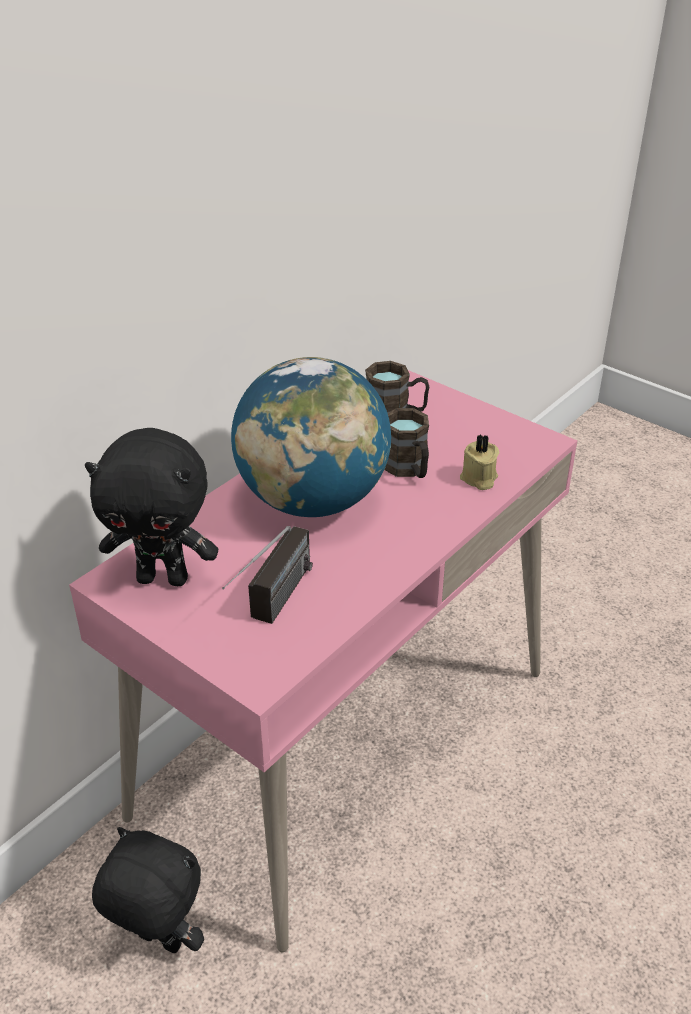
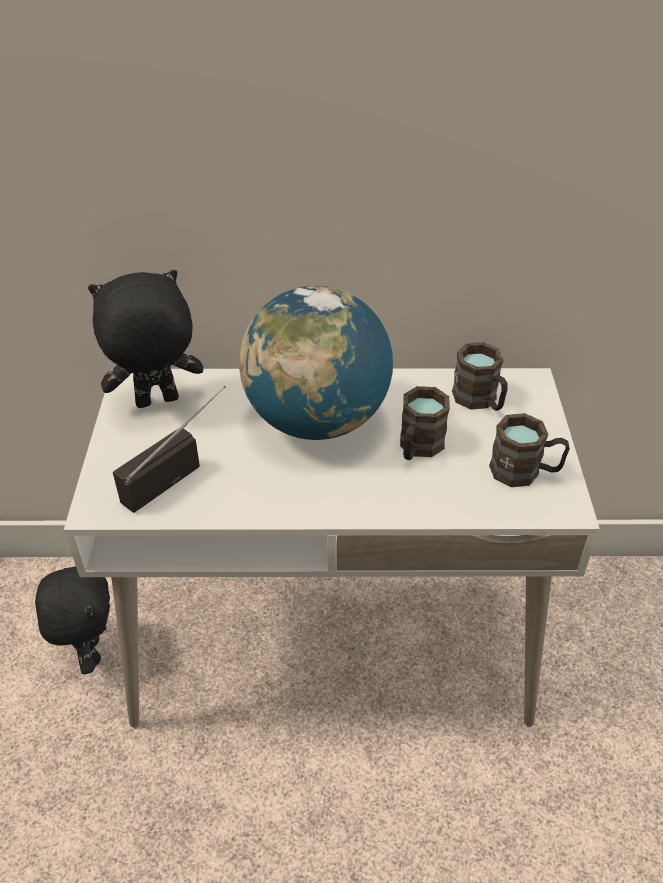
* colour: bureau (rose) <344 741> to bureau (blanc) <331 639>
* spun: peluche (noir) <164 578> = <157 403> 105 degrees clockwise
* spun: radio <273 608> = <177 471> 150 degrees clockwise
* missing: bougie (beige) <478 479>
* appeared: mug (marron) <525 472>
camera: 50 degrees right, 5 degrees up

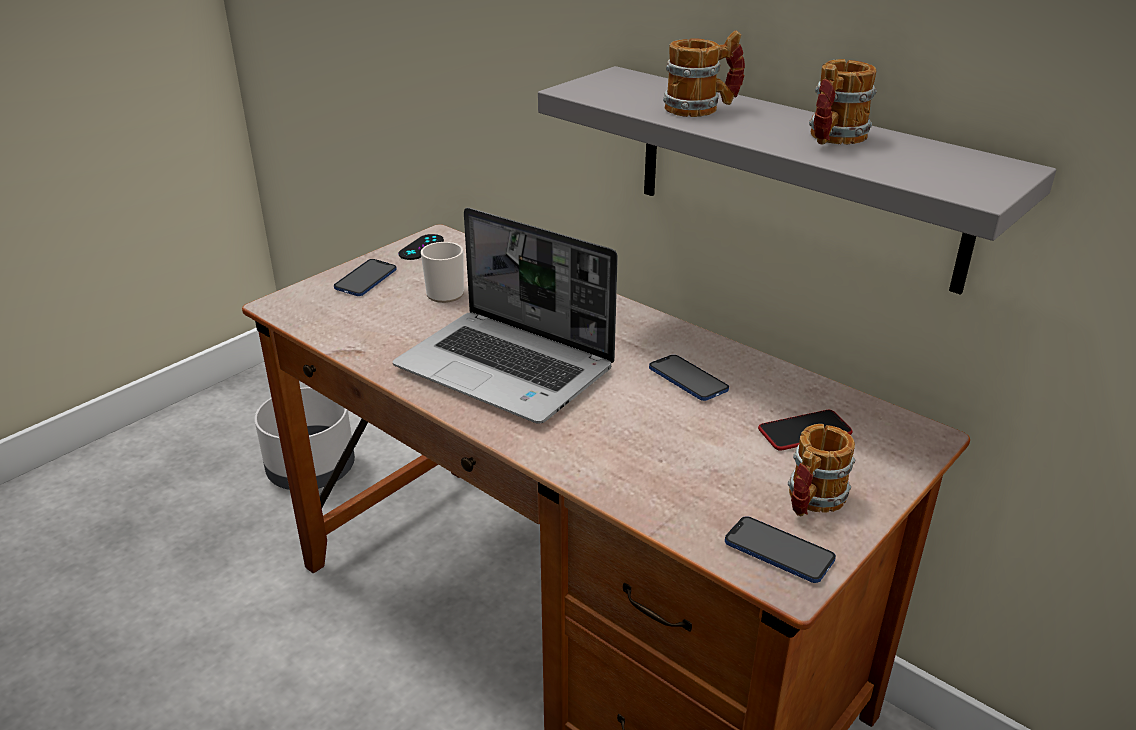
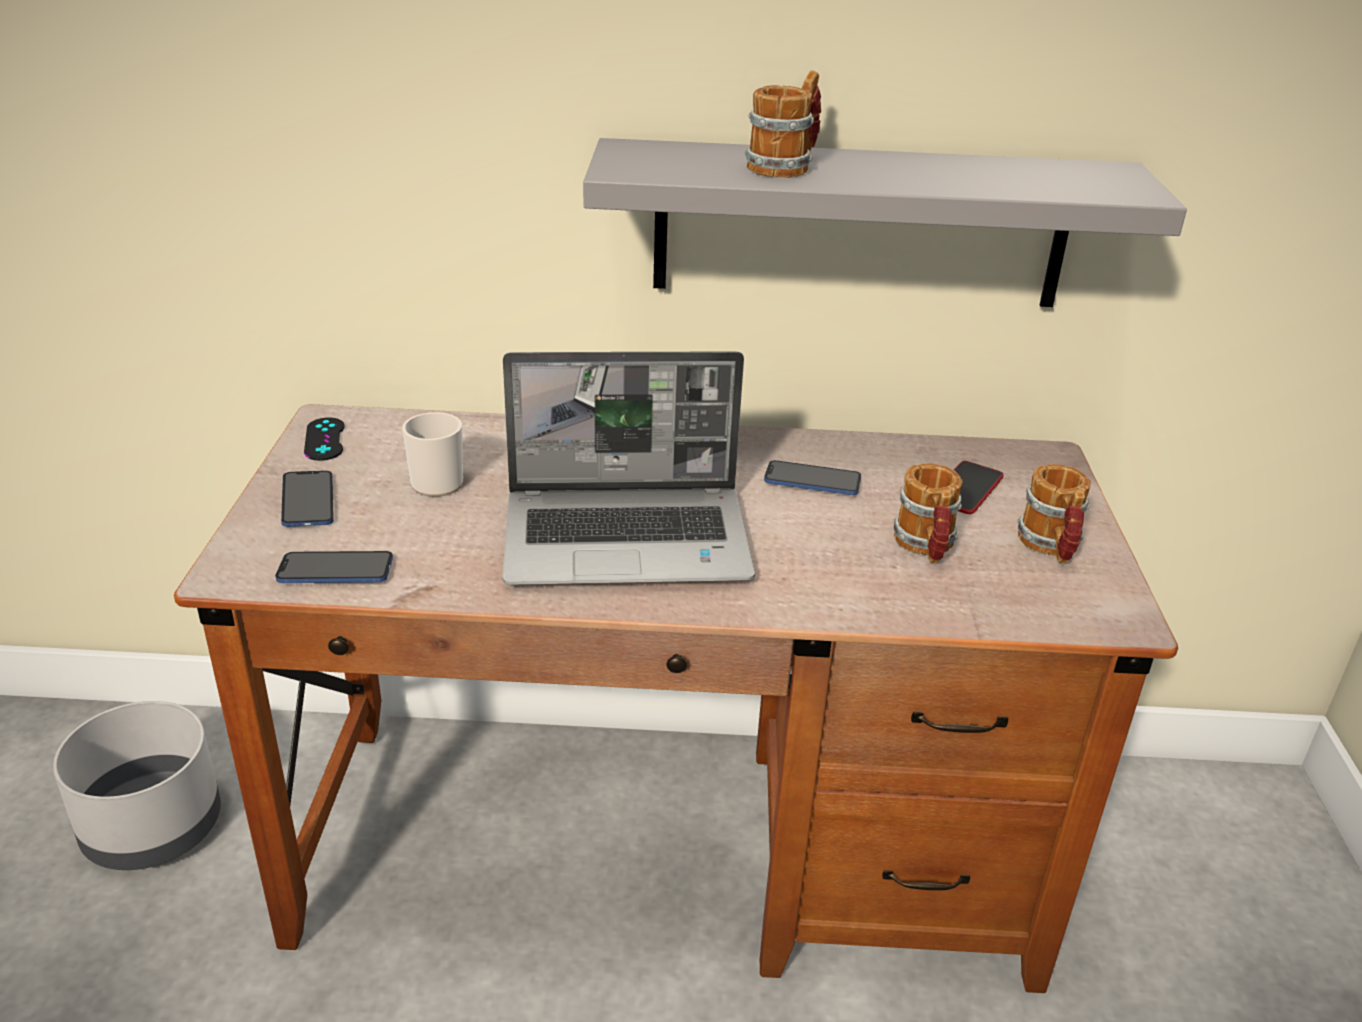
* relocated: téléphone <778 551> to <335 570>
* relocated: mug <833 139> to <926 547>
camera: 40 degrees left, 0 degrees up

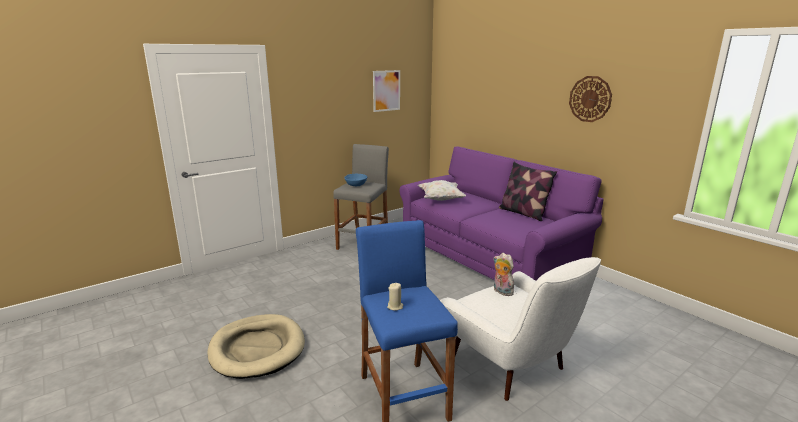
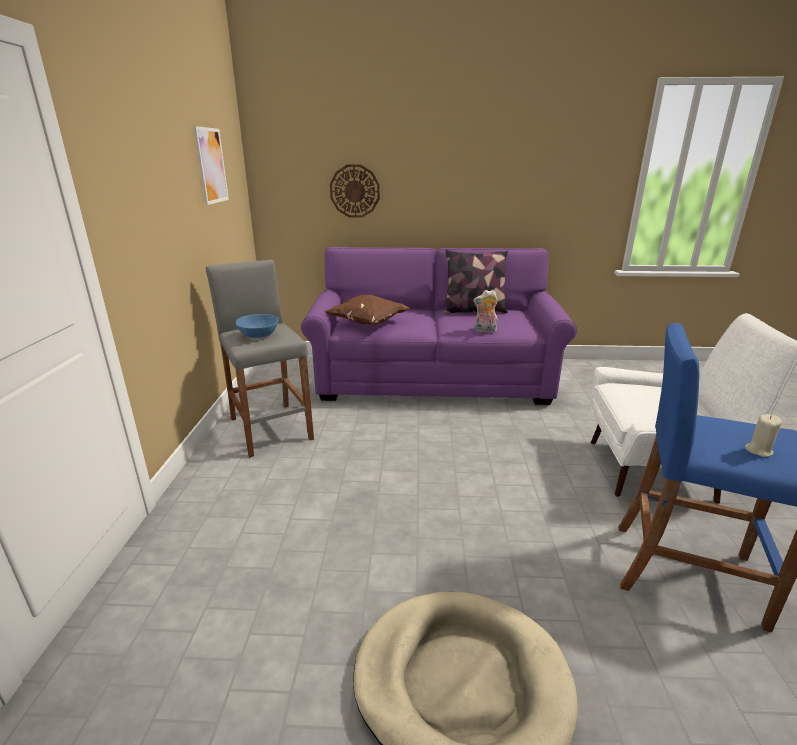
* colour: coussin (blanc) <441 200> to coussin (marron) <369 323>
* relocated: peluche <501 291> to <485 331>
* relocated: horloge murale <590 99> to <355 191>
camera: 50 degrees left, 5 degrees up

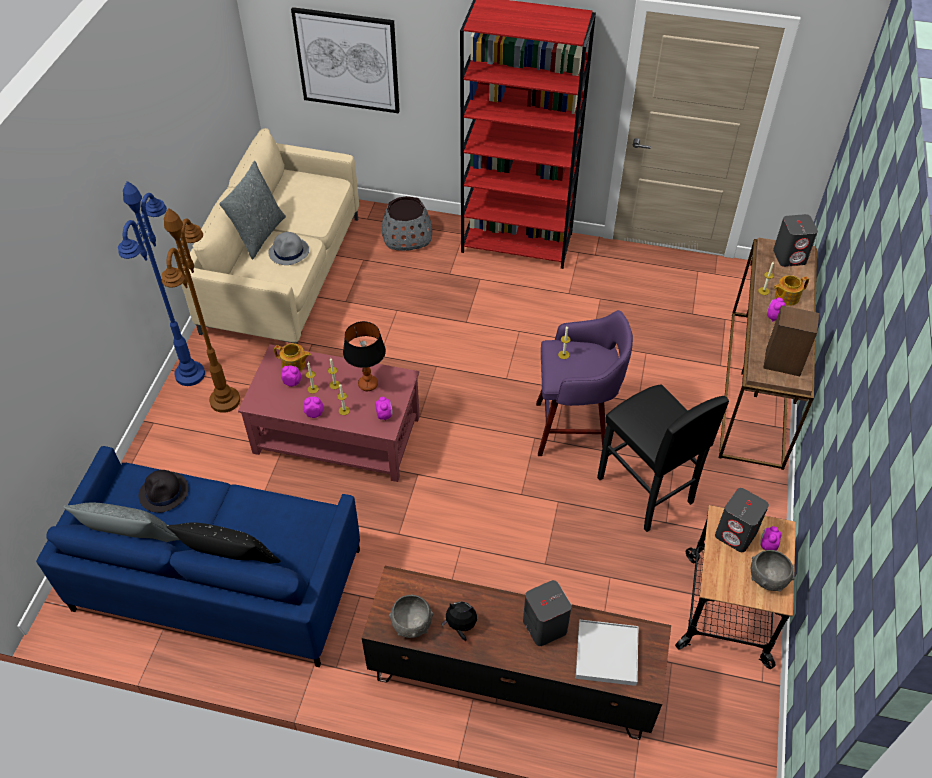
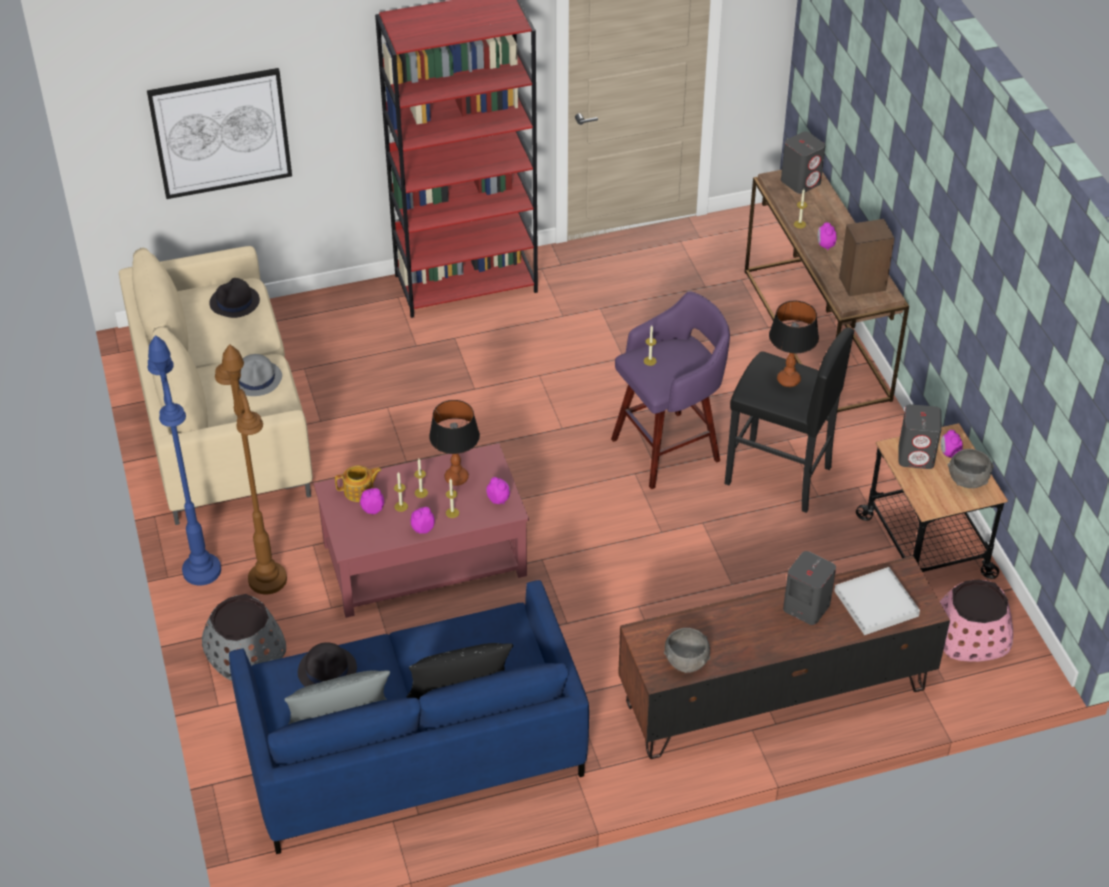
* missing: coussin (gris) <258 234>
* relocated: cache-pot (gris) <407 236> to <245 652>
* missing: peluche <460 626>
* missing: théière <786 296>
* appeared: chapeau (noir) <234 302>
* appeared: lampe de table <788 380>
* appeared: cache-pot (rose) <971 636>
camera: 30 degrees left, 5 degrees down

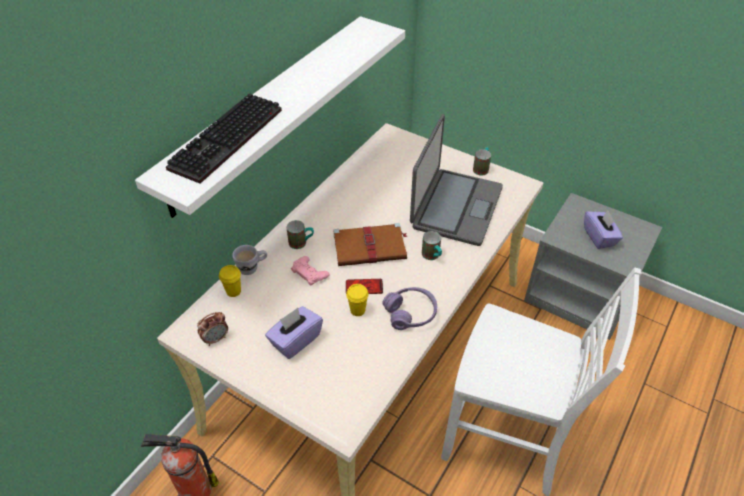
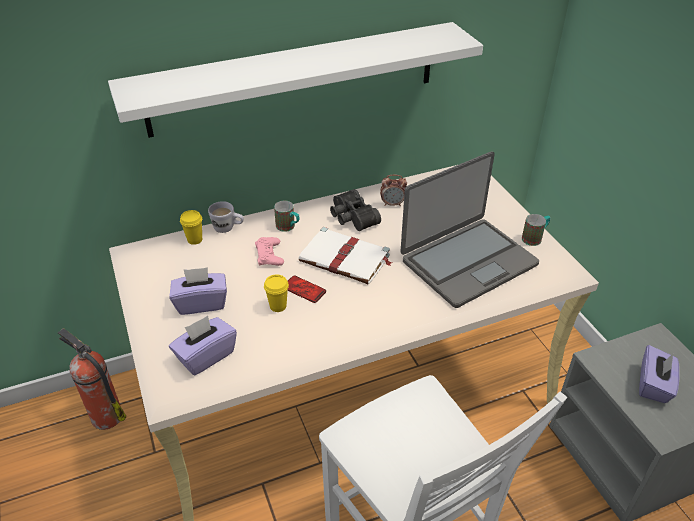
* missing: clavier <228 141>
* relocated: réveil <216 339> to <392 204>
* colour: livre (marron) <371 247> to livre (blanc) <346 259>
* missing: casque audio (violet) <410 313>
* missing: mug <432 256>
* appeared: boîte à mouchoirs (violet) <206 356>
* appeared: jumelles (noir) <351 218>
camera: 35 degrees right, 5 degrees down

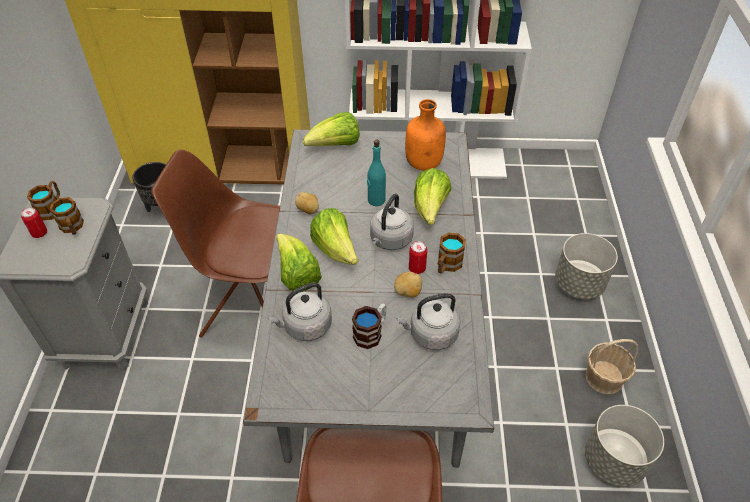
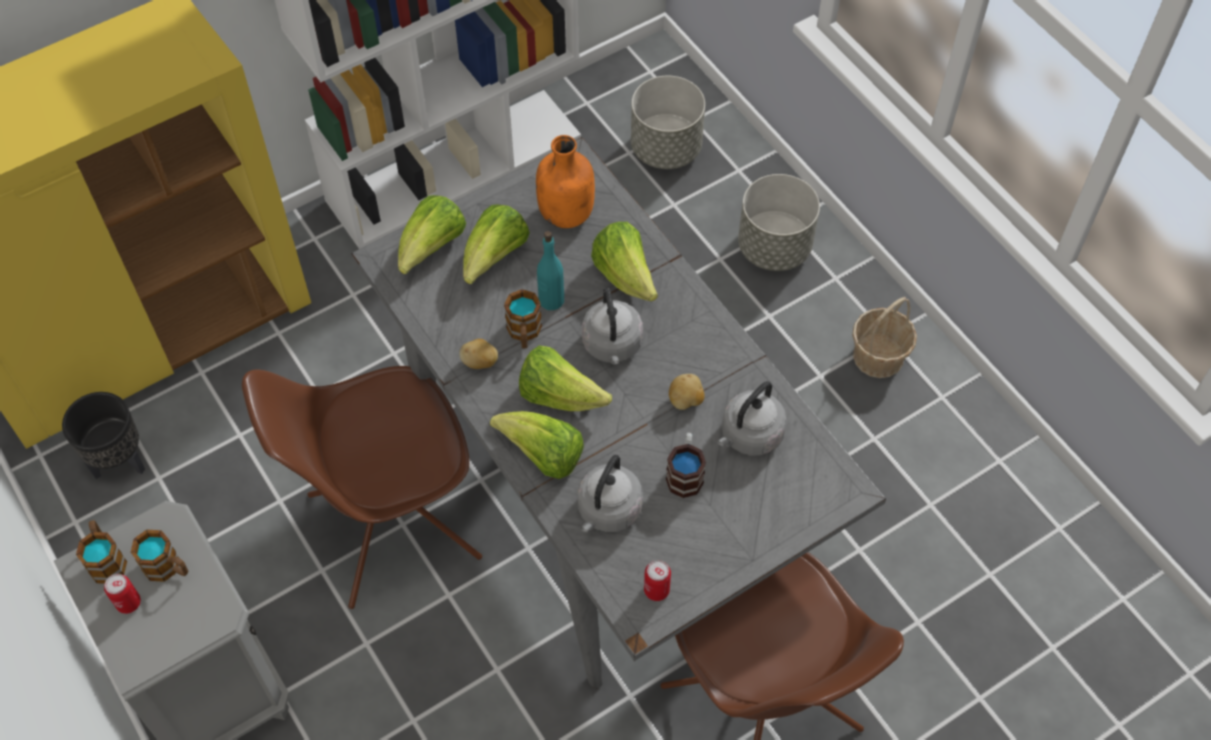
* relocated: boîte métallique <417 268> to <656 590>
* relocated: mug <447 265> to <524 333>
* relocated: cache-pot (gris) <614 460> to <666 148>
* appeared: laitue <494 258>
camera: 35 degrees left, 10 degrees up

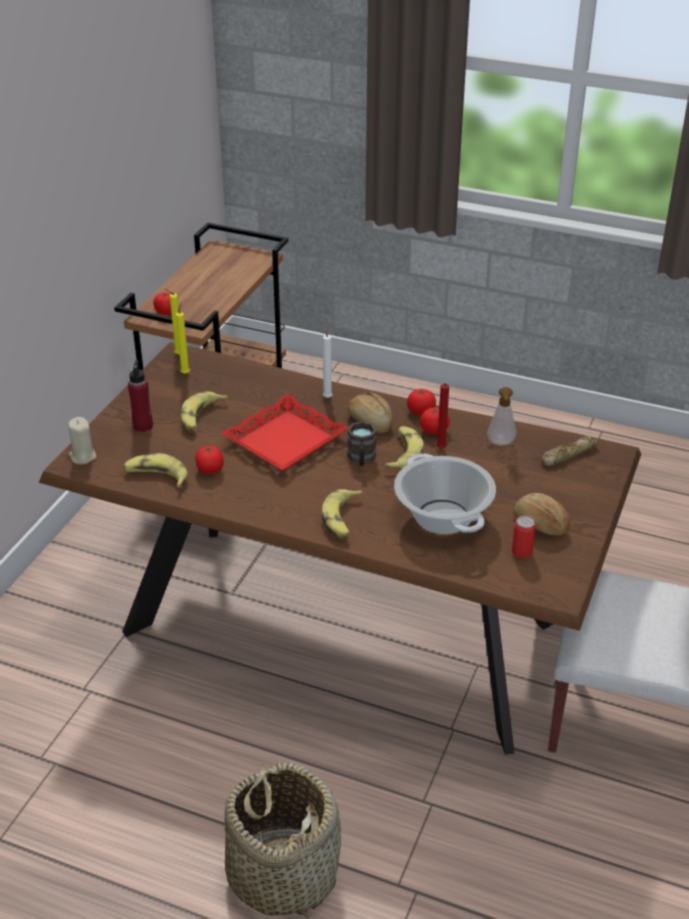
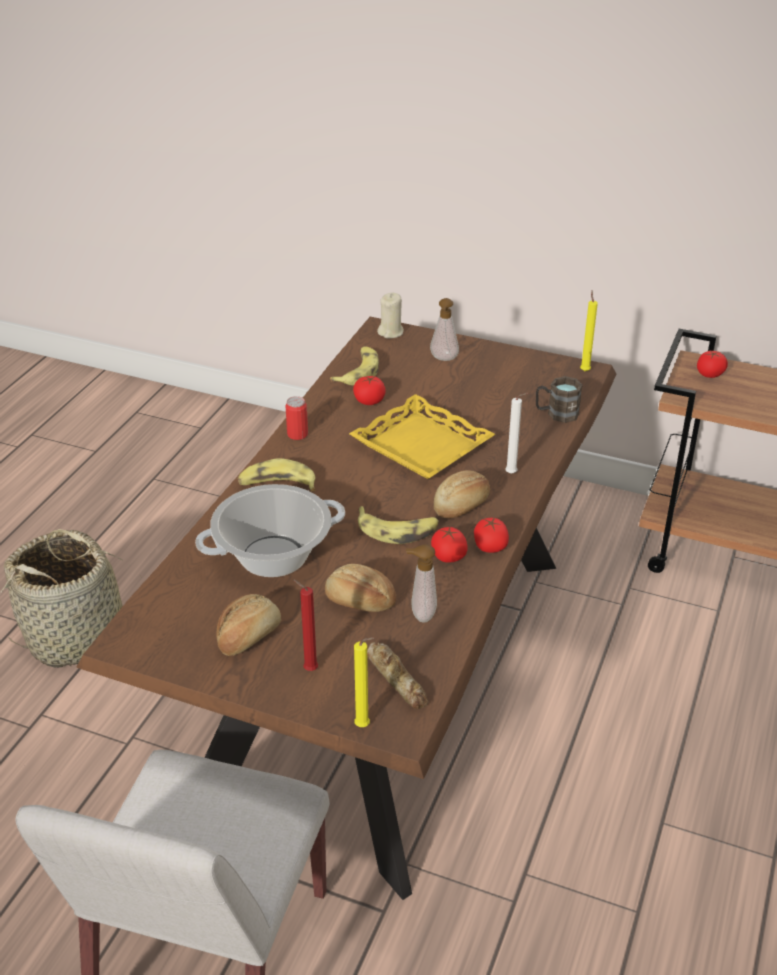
* exchanged: bouteille (rouge) <143 426> to distributeur de savon <443 359>
* relocated: bougie (jaune) <186 373> to <364 726>
* missing: banane <201 417>
* colour: plateau (rouge) <286 441> to plateau (jaune) <420 446>
* relocated: mug (marron) <361 459> to <556 414>
* relocated: bougie (rouge) <440 449> to <308 669>
* relocated: boîte métallique <522 552> to <297 434>
* appeared: pain <359 602>
camera: 90 degrees right, 0 degrees up

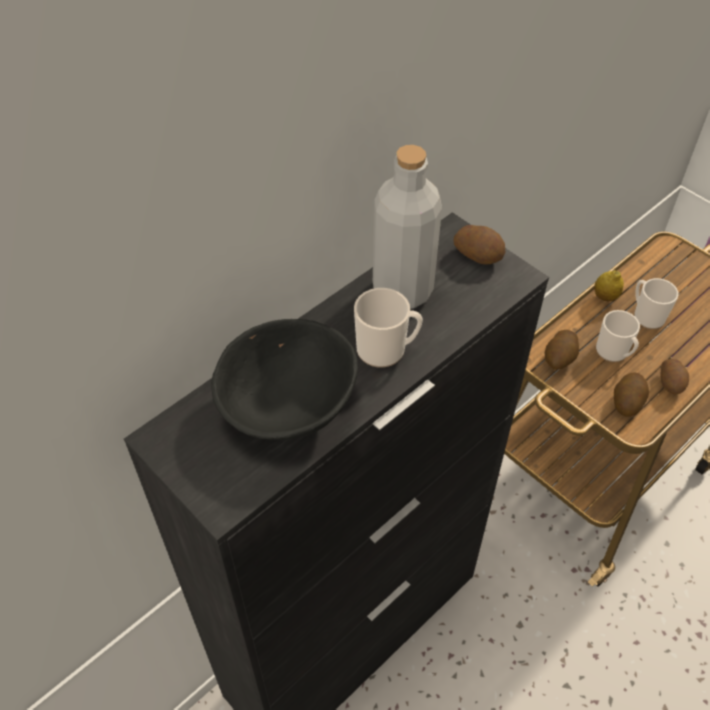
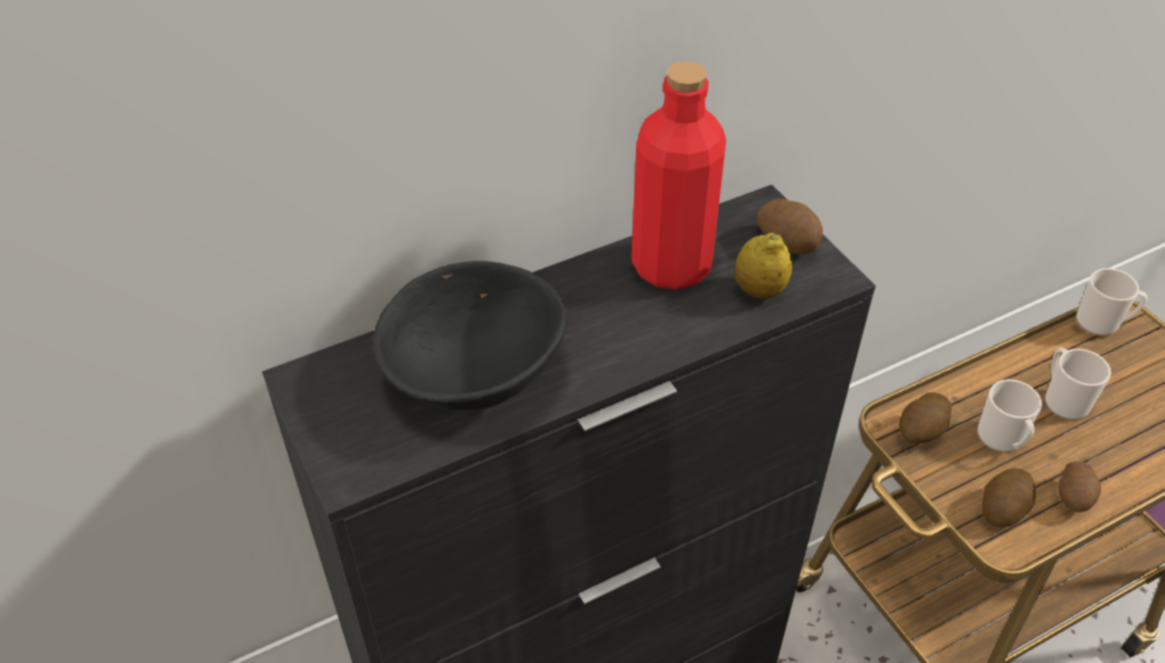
* relocated: mug <386 349> to <1102 323>
* colour: bouteille (gris) <402 290> to bouteille (rouge) <671 266>
* relocated: citron <605 297> to <759 290>
camera: 15 degrees right, 5 degrees down

